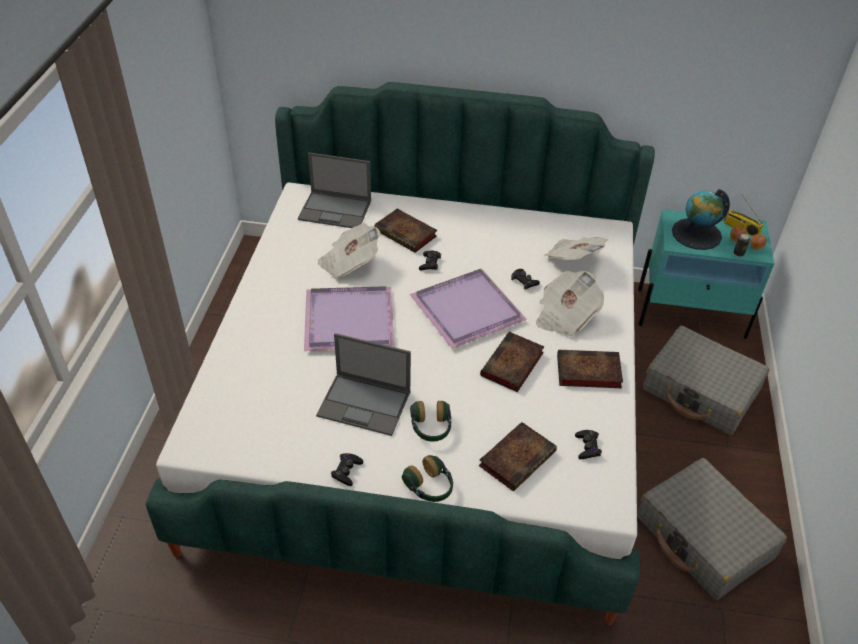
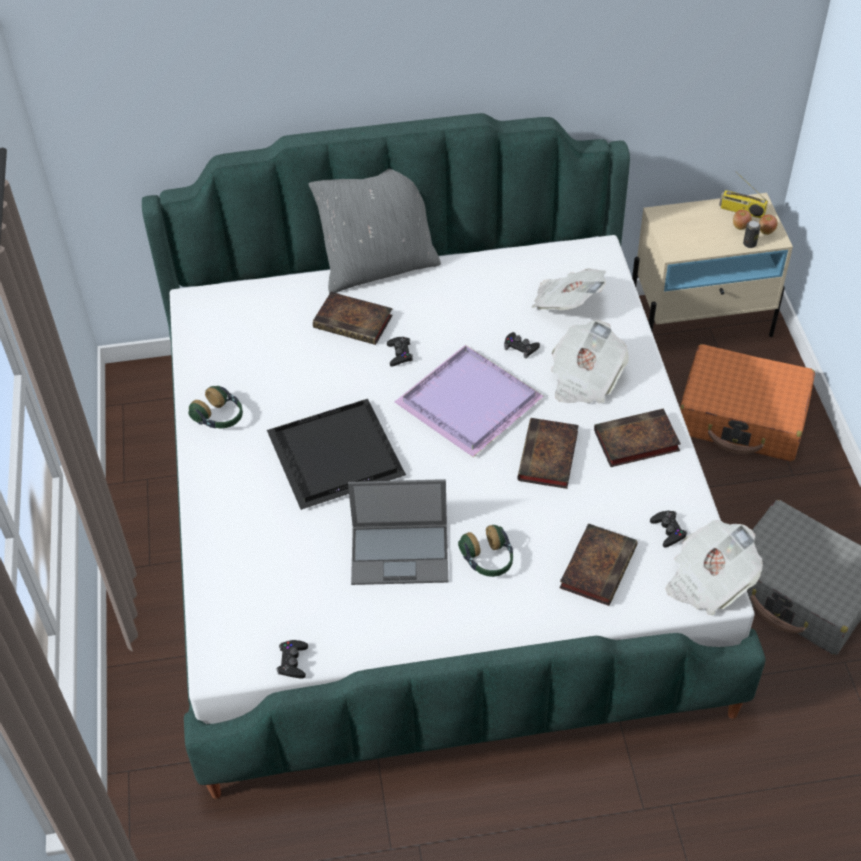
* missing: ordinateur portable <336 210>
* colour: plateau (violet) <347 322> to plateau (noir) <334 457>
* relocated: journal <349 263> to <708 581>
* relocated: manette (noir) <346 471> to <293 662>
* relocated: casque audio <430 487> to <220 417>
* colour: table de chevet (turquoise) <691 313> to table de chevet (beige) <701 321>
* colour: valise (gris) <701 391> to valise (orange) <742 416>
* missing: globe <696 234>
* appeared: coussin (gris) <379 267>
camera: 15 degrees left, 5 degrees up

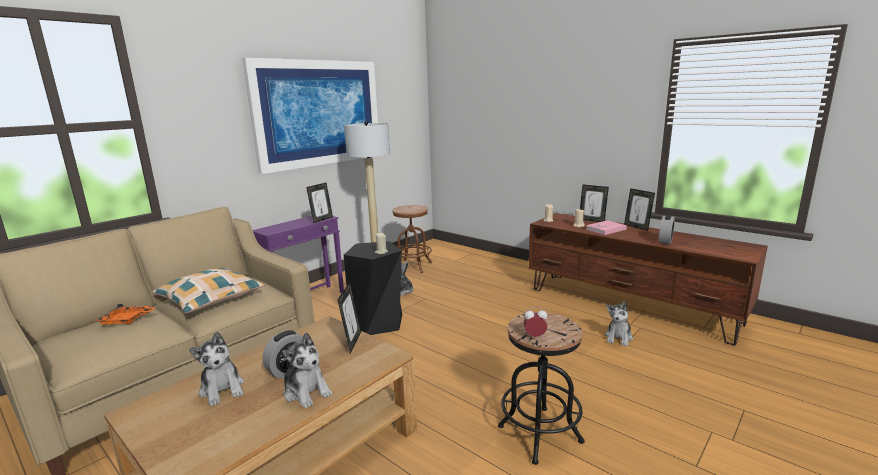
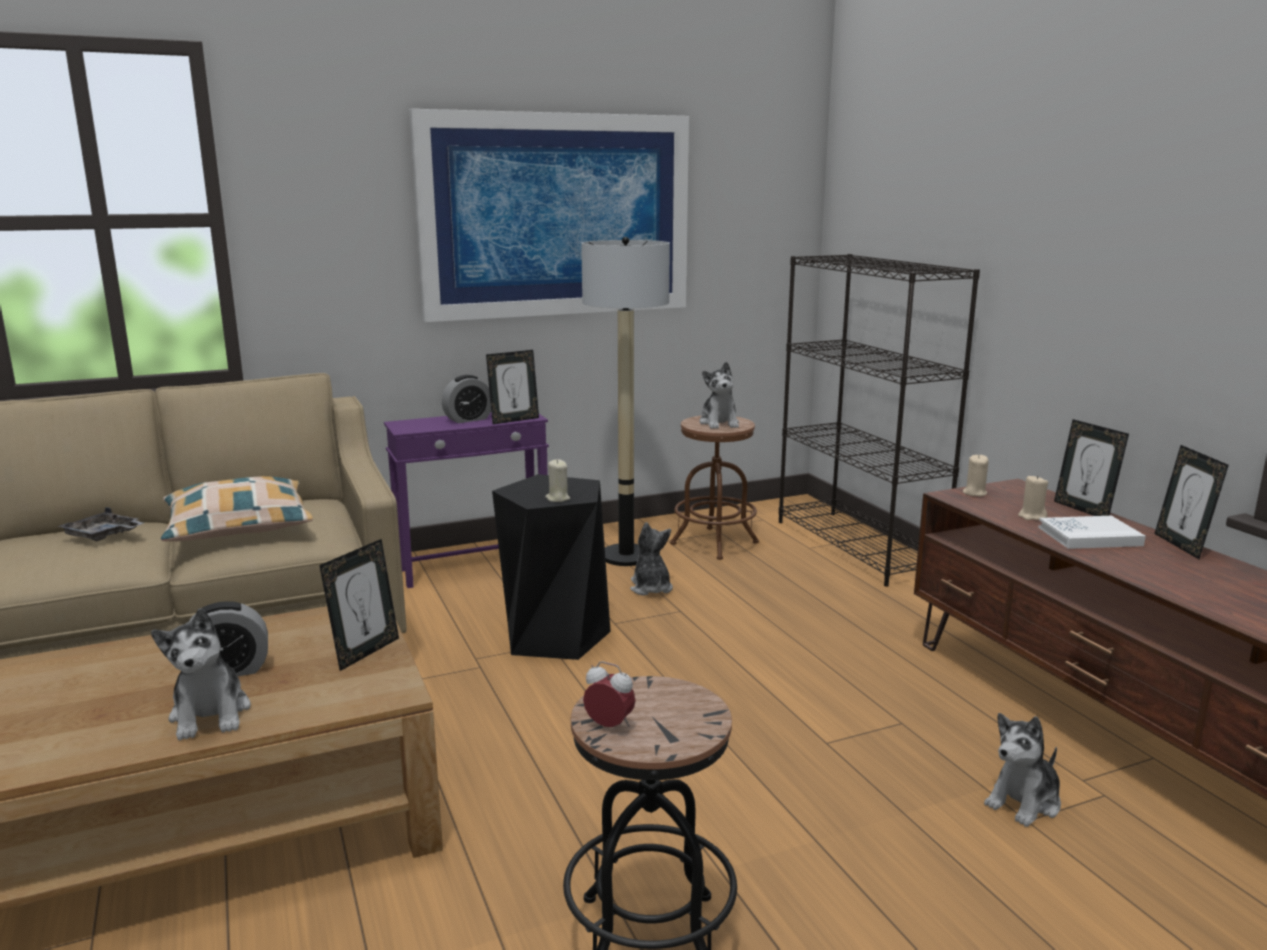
* colour: plateau (orange) <127 320> to plateau (gris) <103 535>
* relocated: peluche <222 389> to <719 423>
* colour: livre (rose) <605 229> to livre (blanc) <1089 536>
* relocated: réveil <665 241> to <468 419>
* appeared: bibliothèque (noir) <858 546>
camera: 25 degrees right, 0 degrees up

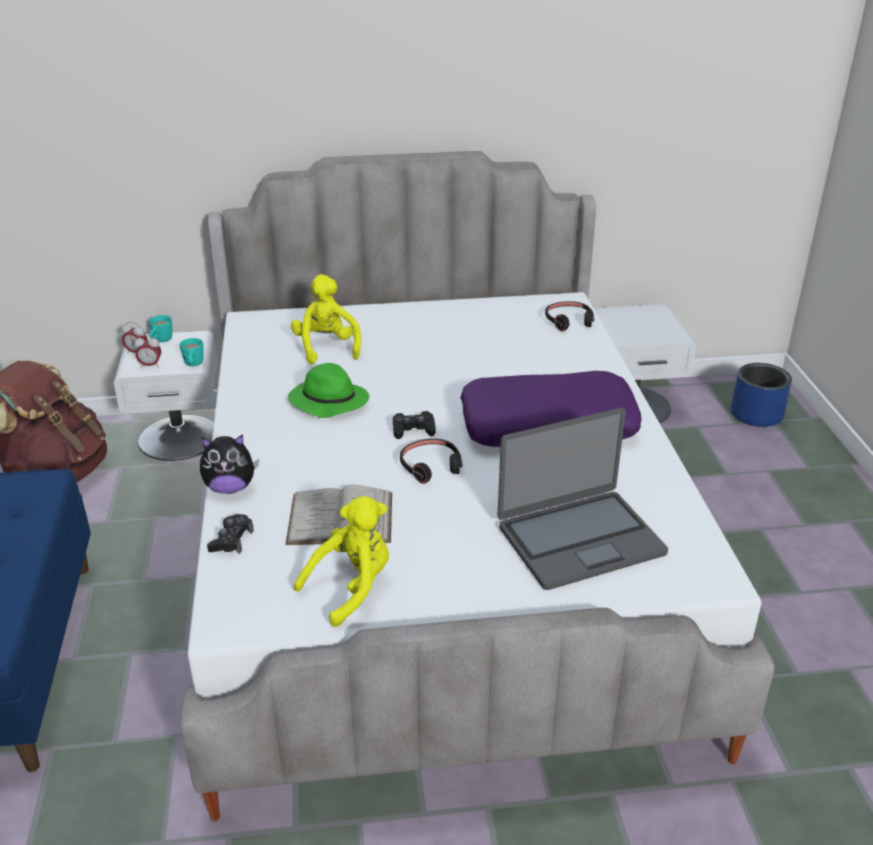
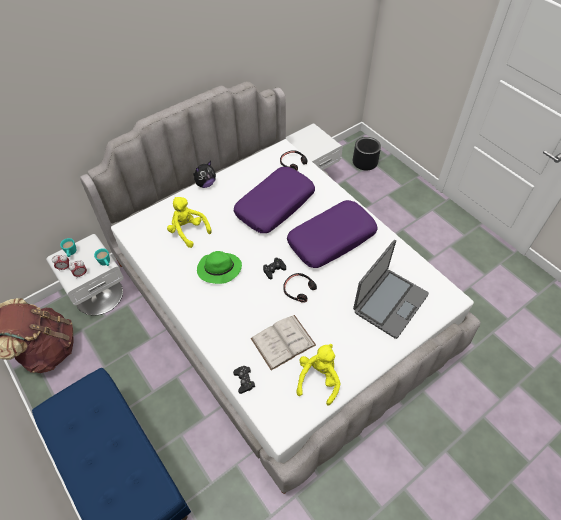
* relocated: peluche <230 488> to <205 184>
* colour: cache-pot (bleu) <755 414> to cache-pot (noir) <364 162>
* appeared: coussin (violet) <274 205>
camera: 30 degrees left, 20 degrees up

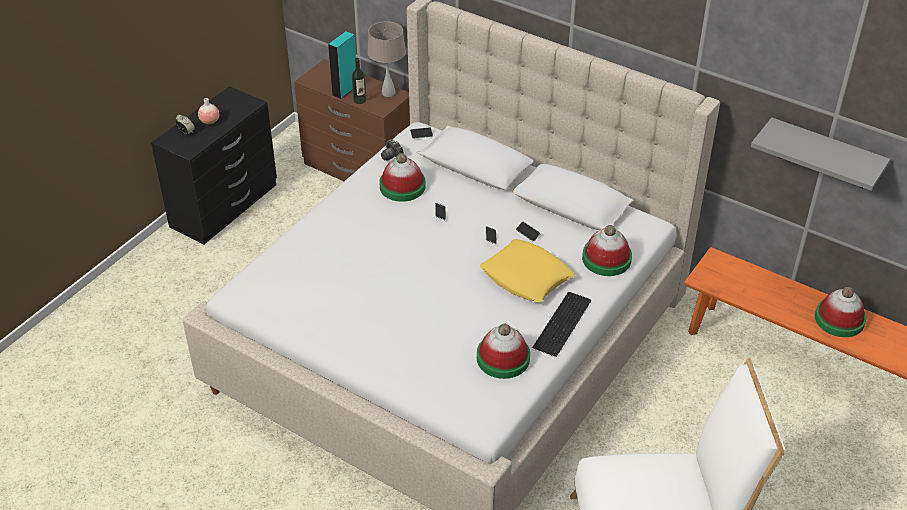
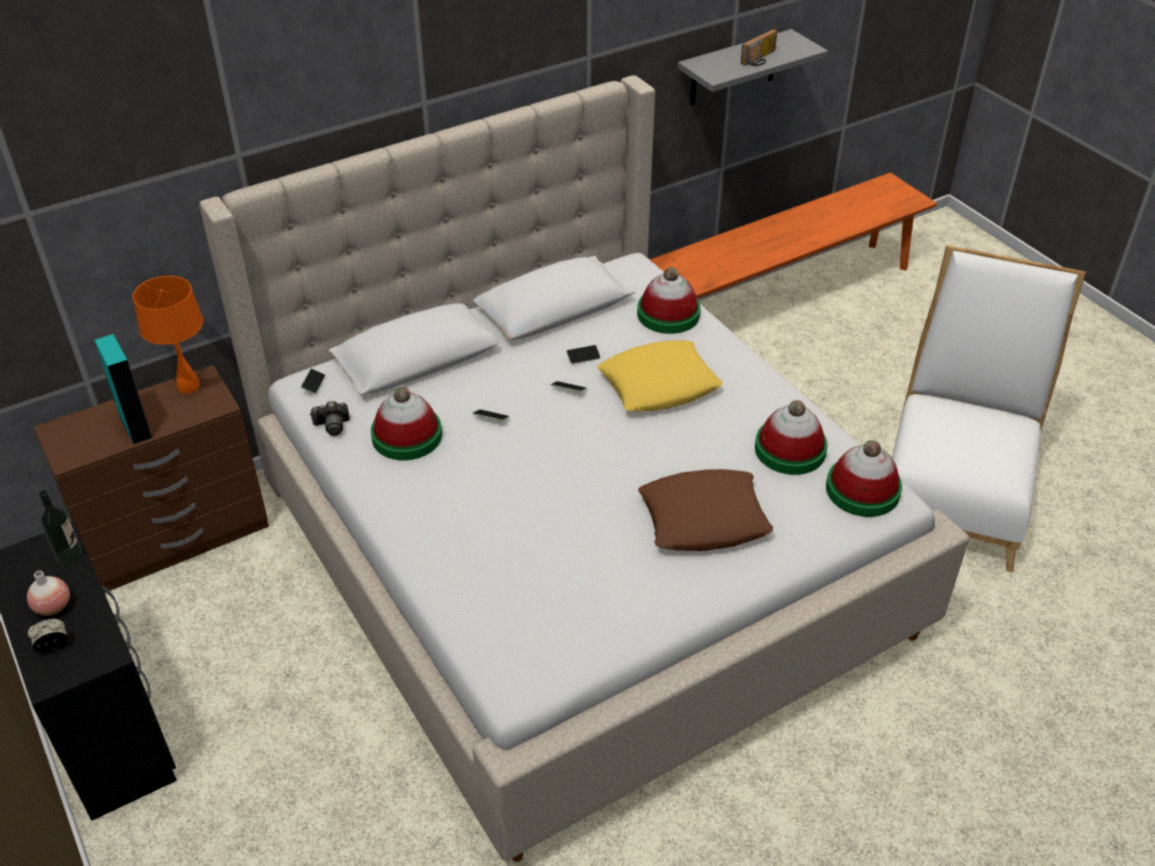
* relocated: bouteille <359 100> to <69 556>
* colour: lampe de table (beige) <388 93> to lampe de table (orange) <189 386>
* missing: clavier <564 323>
* relocated: chapeau <839 319> to <862 490>
* appeared: coussin (marron) <704 518>
* appeared: radio <760 59>
camera: 65 degrees left, 0 degrees up

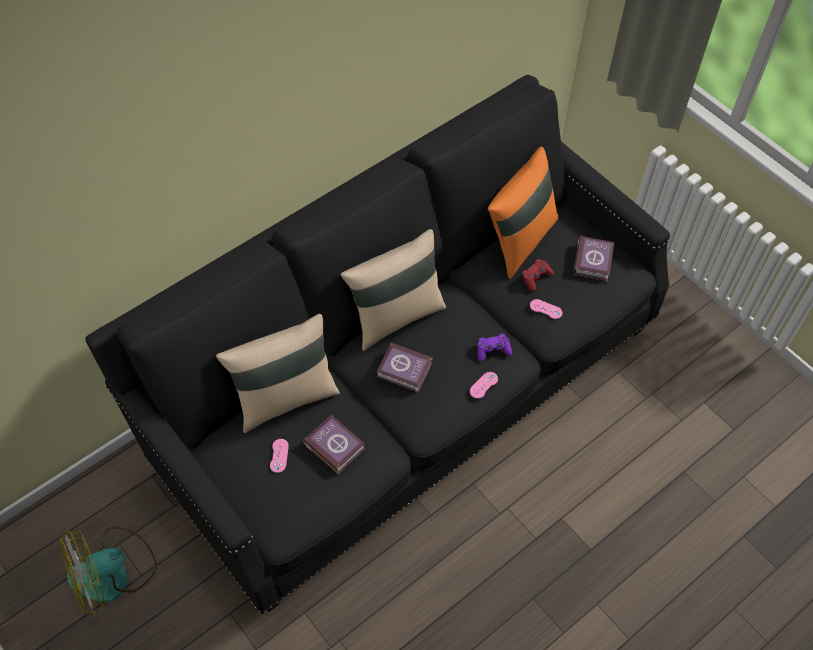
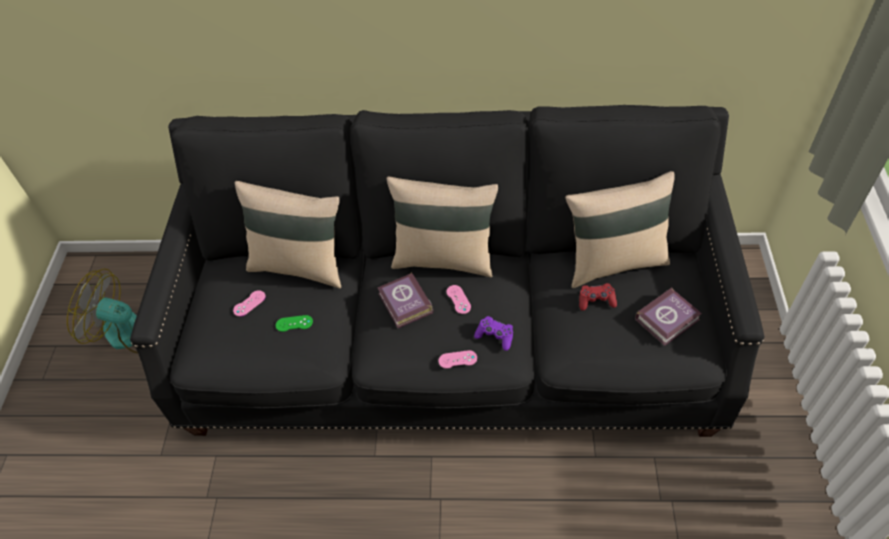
* exchanged: livre <334 445> to manette (vert) <294 323>
* colour: coussin (orange) <519 240> to coussin (beige) <613 262>
* relocated: manette (rose) <546 309> to <458 299>
camera: 45 degrees right, 5 degrees down

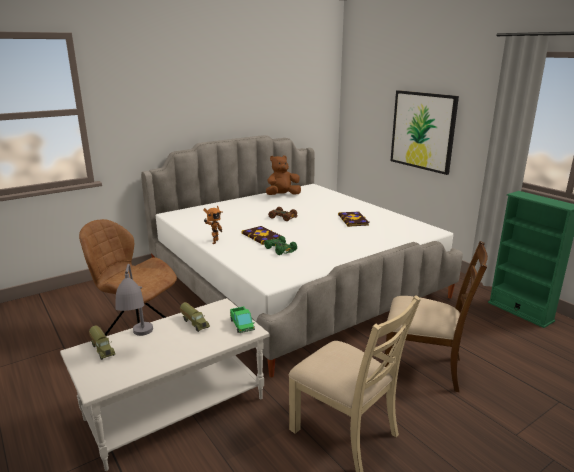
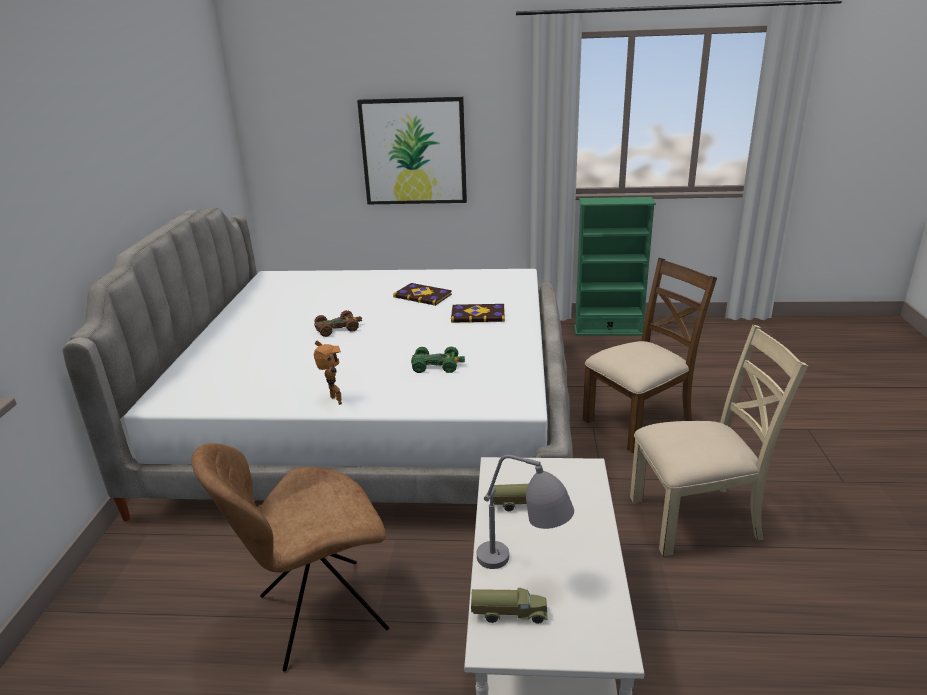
* missing: camion jouet <242 325>
* relocated: livre <262 236> to <478 315>
* missing: peluche (marron) <282 195>
camera: 50 degrees left, 5 degrees up

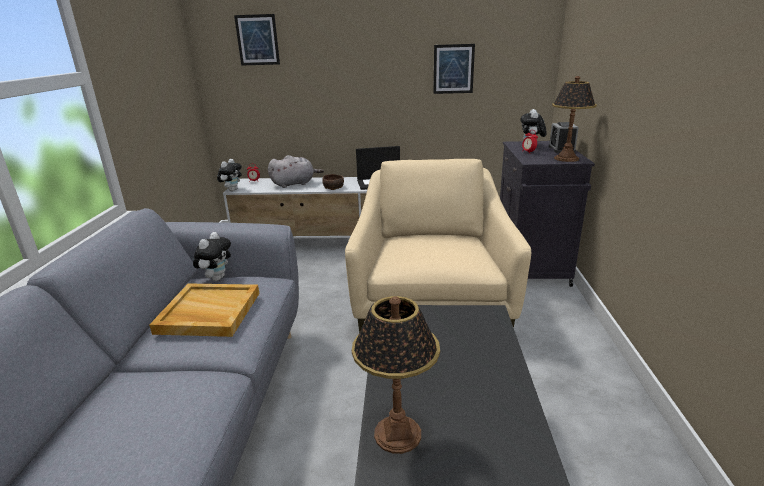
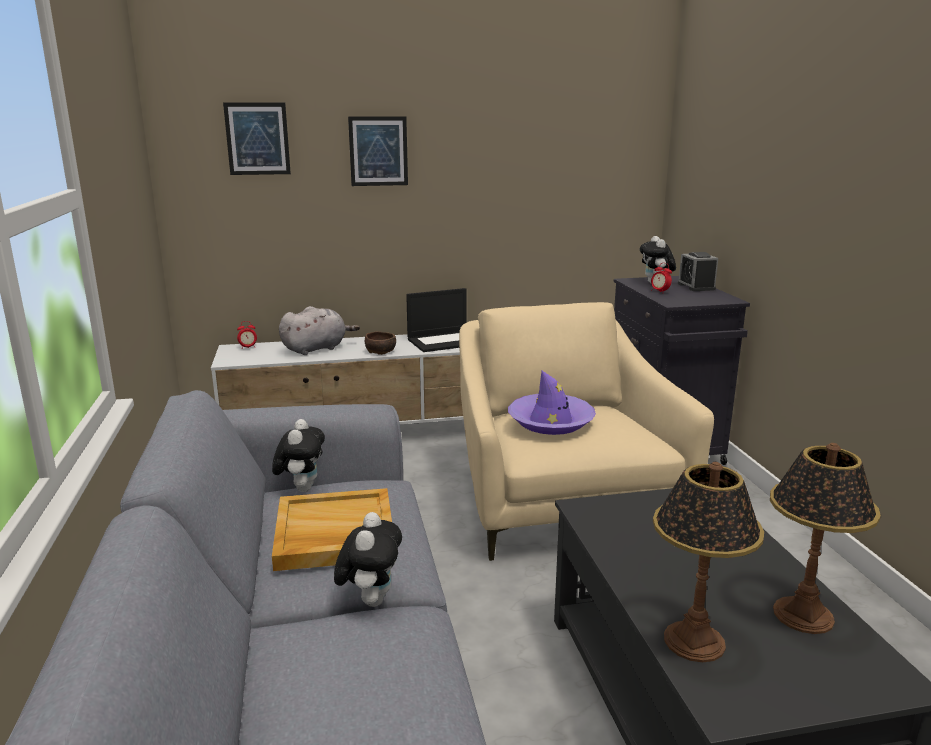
* relocated: peluche <232 190> to <370 599>
* relocated: tableau <453 69> to <378 151>
* relocated: lampe de table <566 158> to <802 614>
* appeared: chapeau (violet) <551 421>
camera: 15 degrees left, 5 degrees down

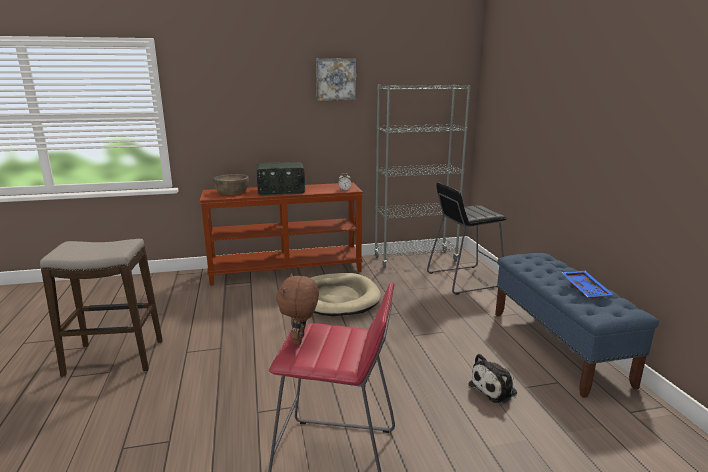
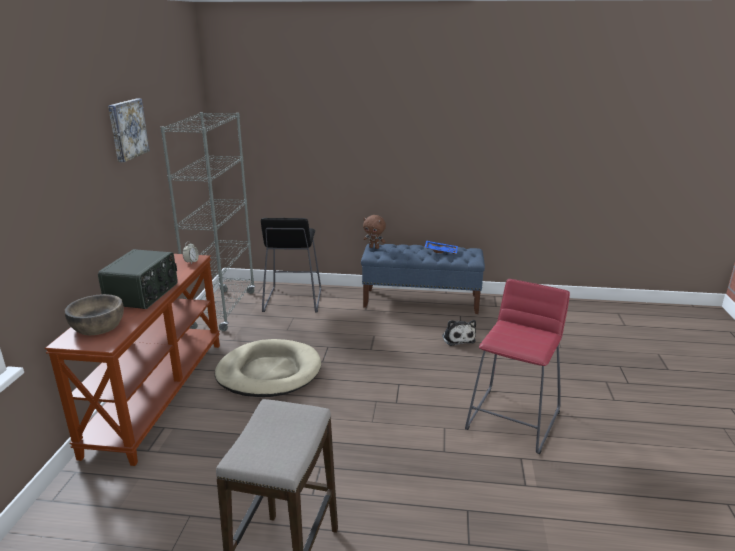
* relocated: peluche (marron) <300 340> to <374 247>
camera: 70 degrees left, 5 degrees up

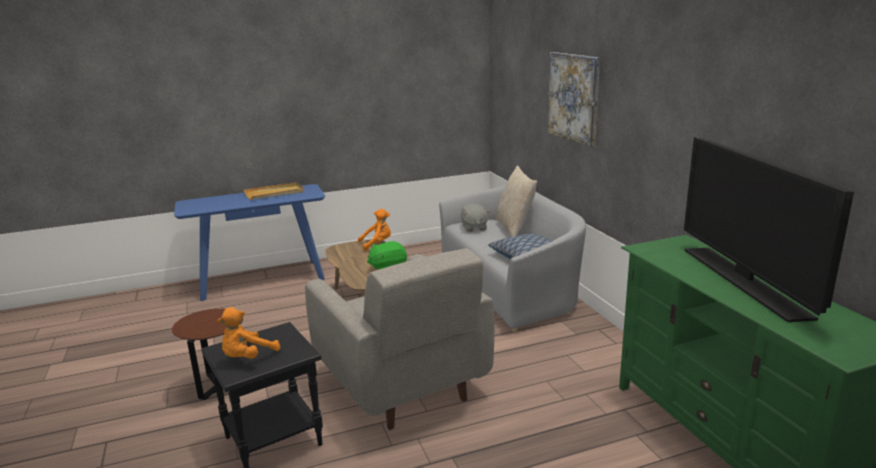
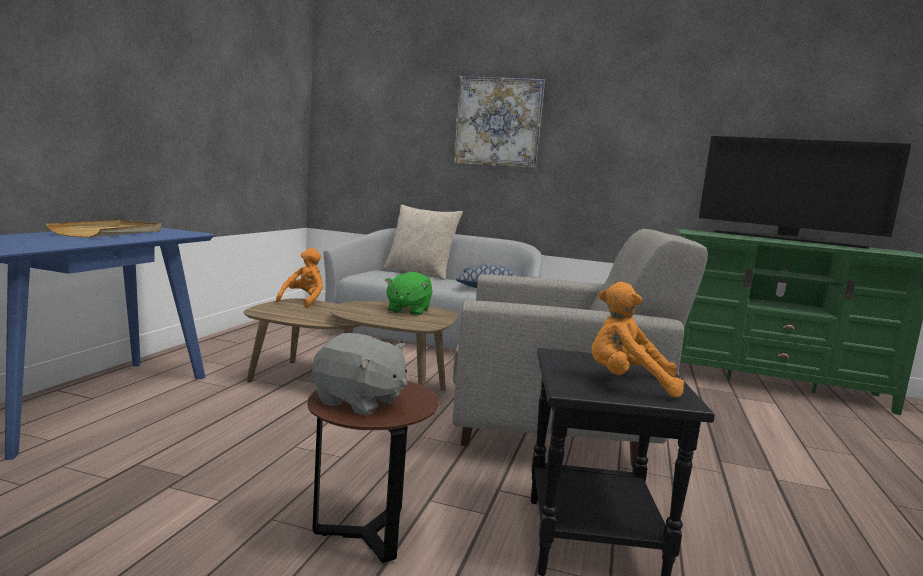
* spun: peluche (orange) <247 357> = <627 383> 120 degrees clockwise
* relocated: peluche (gris) <474 227> to <359 401>
camera: 55 degrees left, 10 degrees down

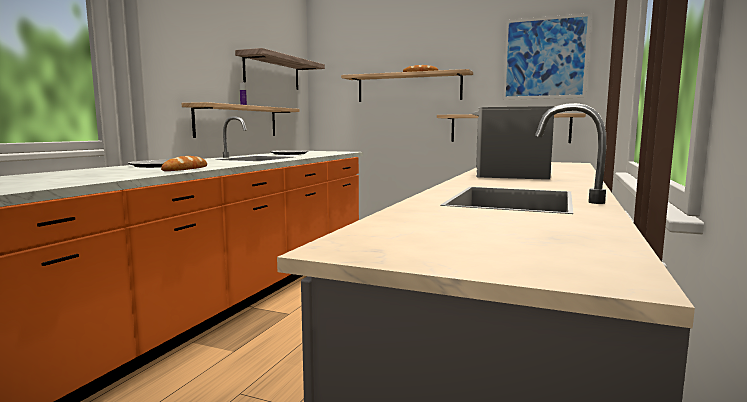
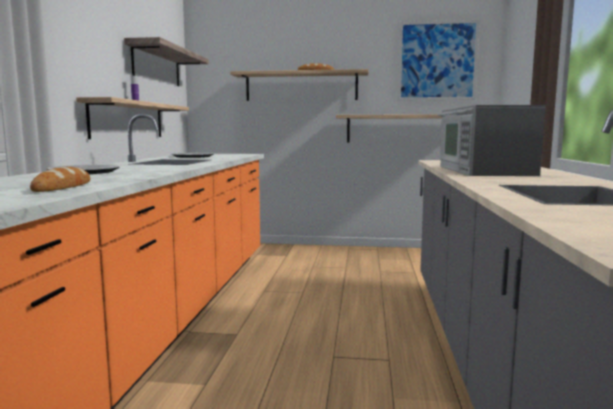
* relocated: pain <185 169> to <63 187>
camera: 15 degrees left, 0 degrees up

